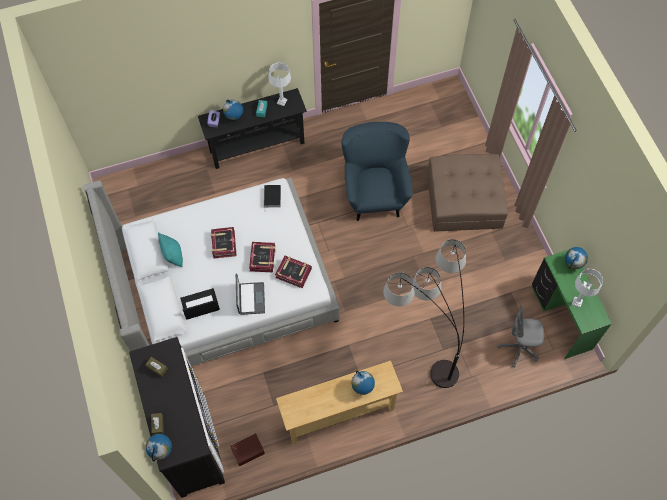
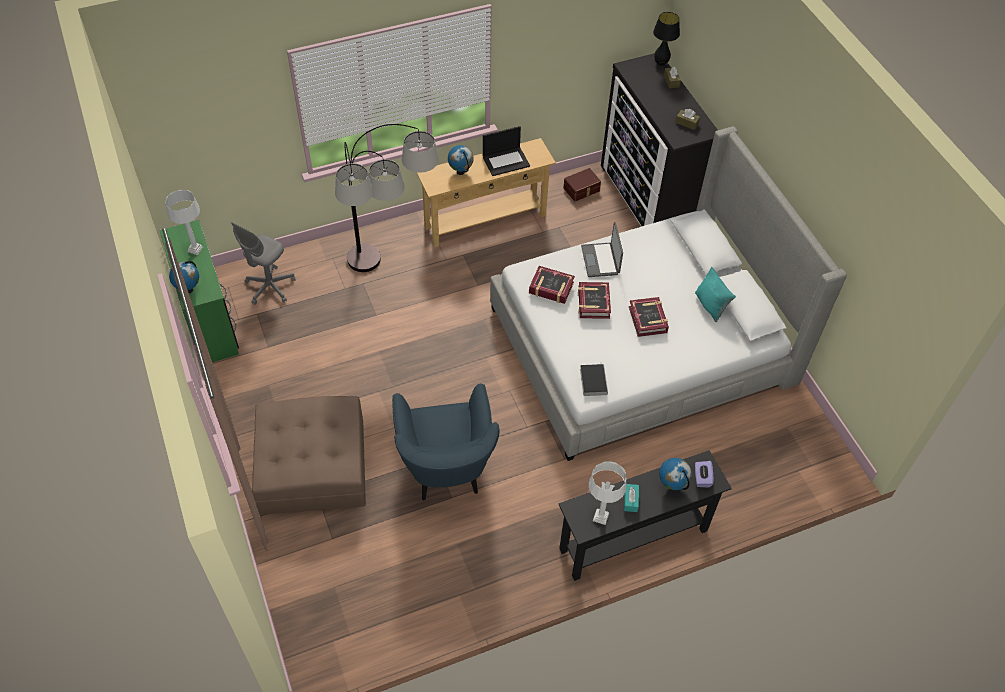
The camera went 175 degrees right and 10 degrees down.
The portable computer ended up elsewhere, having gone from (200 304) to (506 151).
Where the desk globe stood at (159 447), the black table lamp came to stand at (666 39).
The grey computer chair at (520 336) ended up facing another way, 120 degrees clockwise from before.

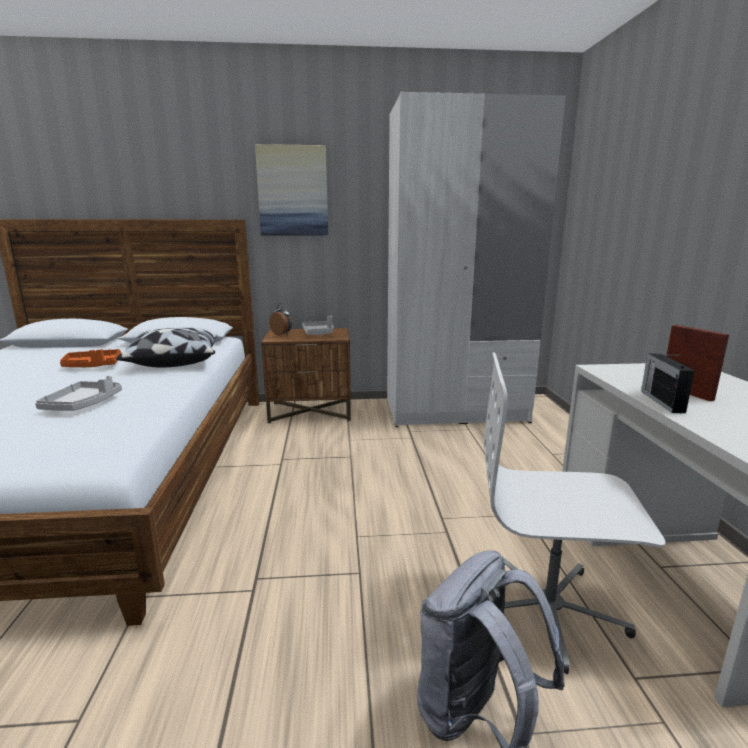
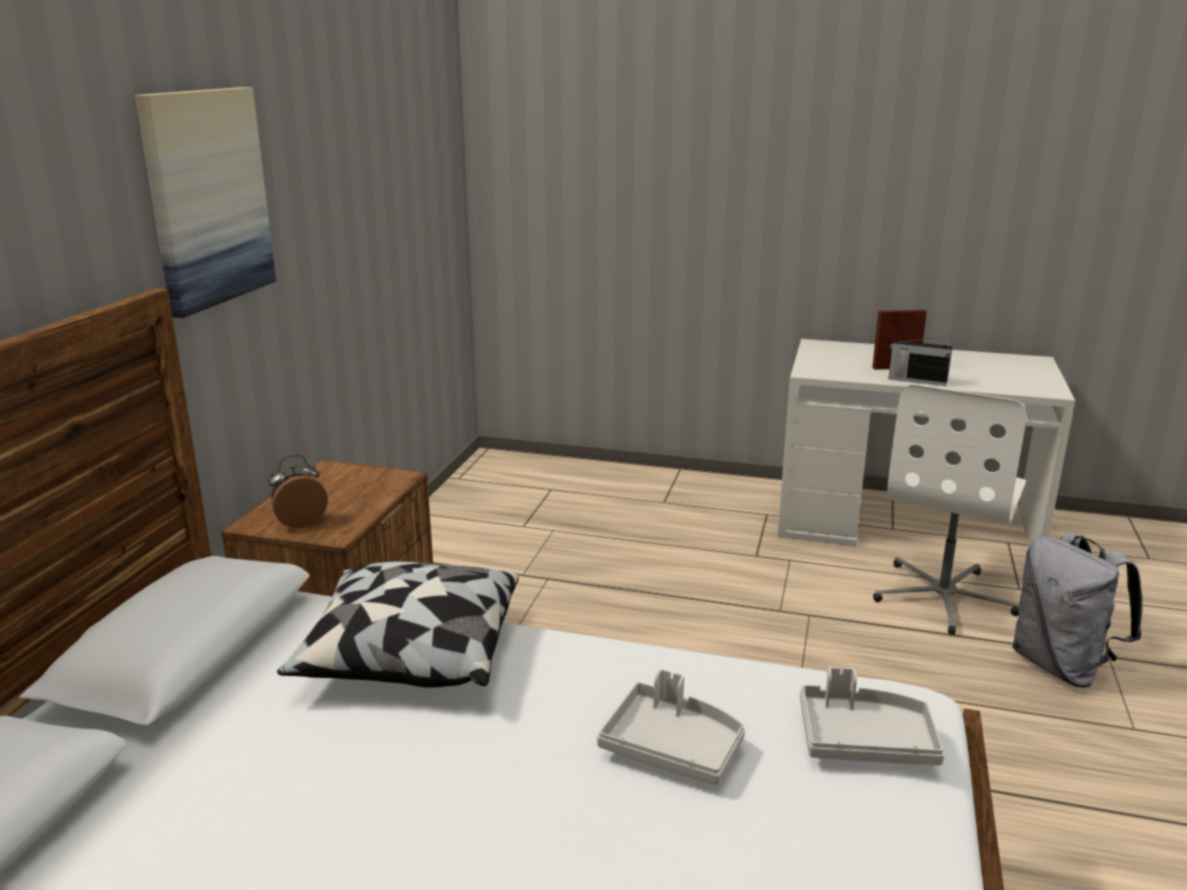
The camera went 70 degrees left and 5 degrees up.
The second view lost the orange-coloured tray at (90 358).
The second view lost the white-coloured clothes cupboard at (476 259).
The grey tray ended up elsewhere, having gone from (318 325) to (872 716).

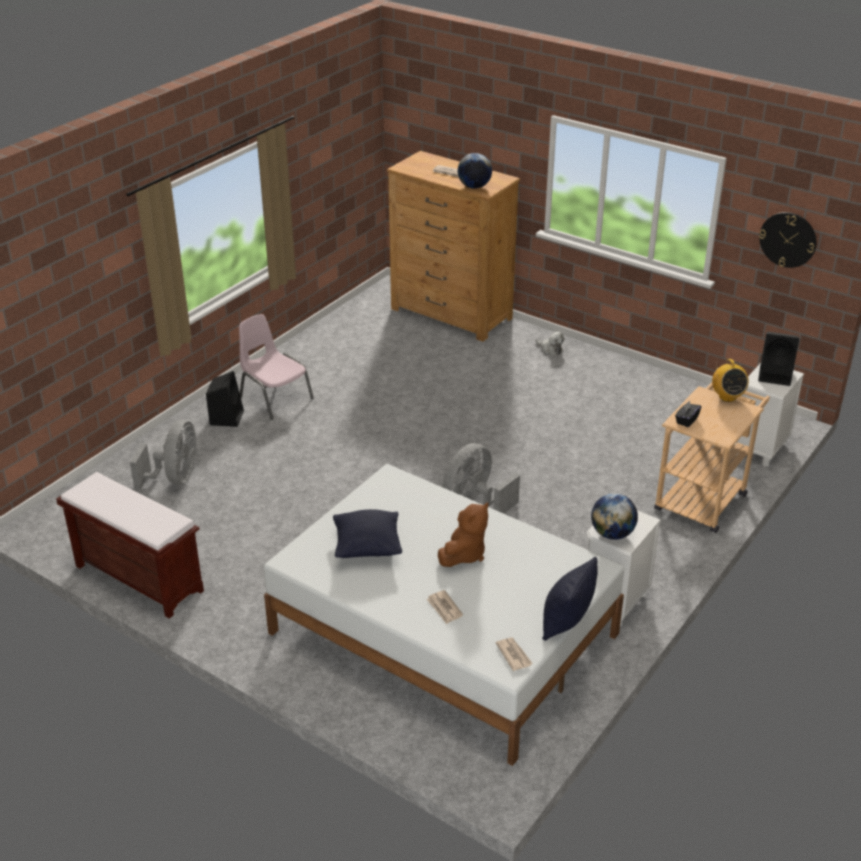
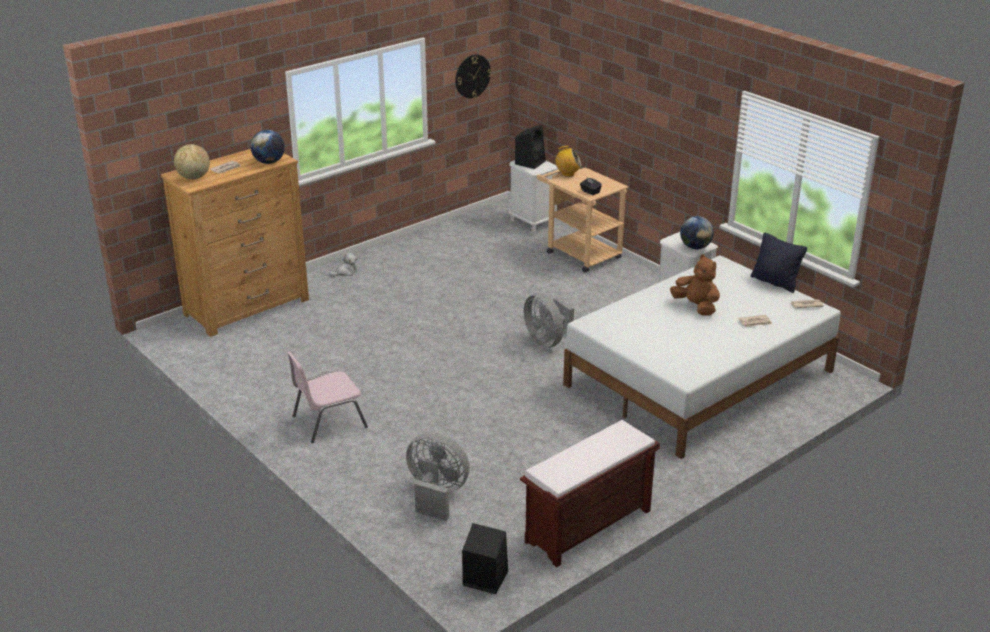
The camera went 75 degrees left and 5 degrees down.
The second view lost the black throw pillow at (367 533).
The second view gained the desk globe at (192 161).
The black loudspeaker ended up elsewhere, having gone from (225 399) to (485 558).

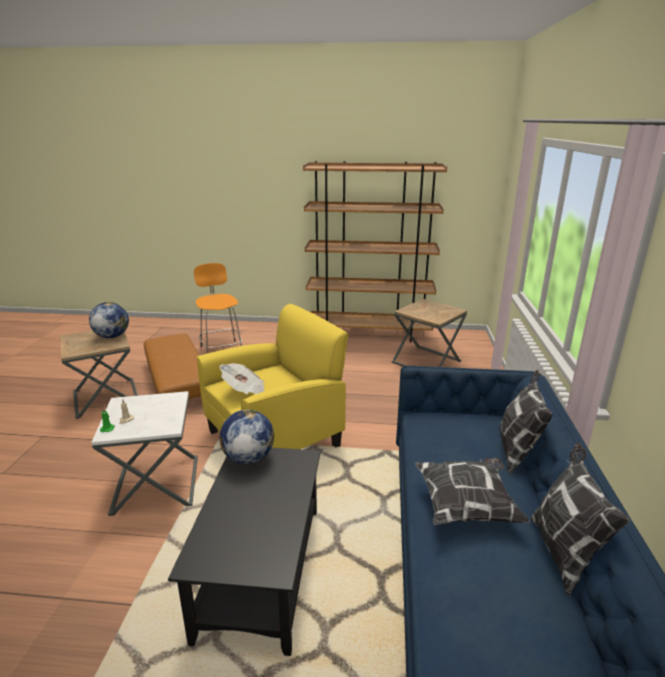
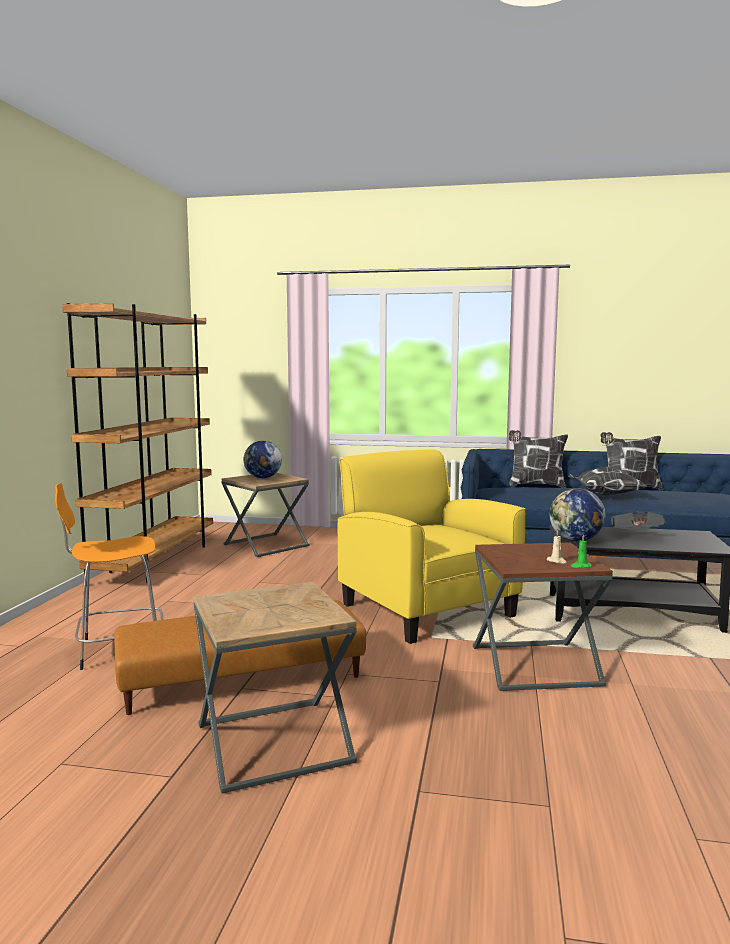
The camera went 85 degrees left and 15 degrees down.
The desk globe ended up elsewhere, having gone from (109 320) to (262 459).
The printed paper ended up elsewhere, having gone from (242 378) to (638 520).
What was the white-coloured accent table at (144 453) turned into the brown accent table at (543 617).

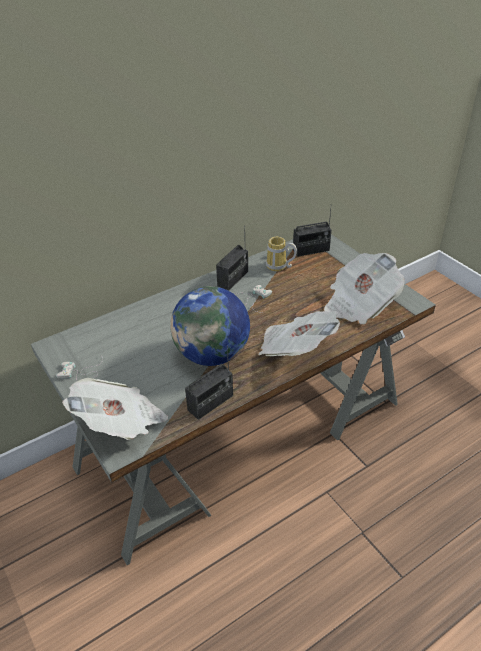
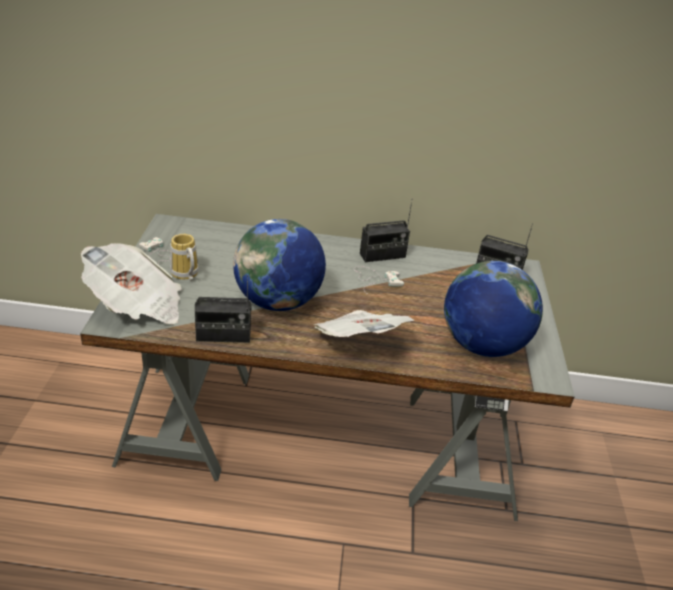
The camera went 35 degrees right and 5 degrees down.
The tea mug ended up elsewhere, having gone from (281 254) to (184 257).
Where the printed paper stood at (364 289), the desk globe came to stand at (493 309).

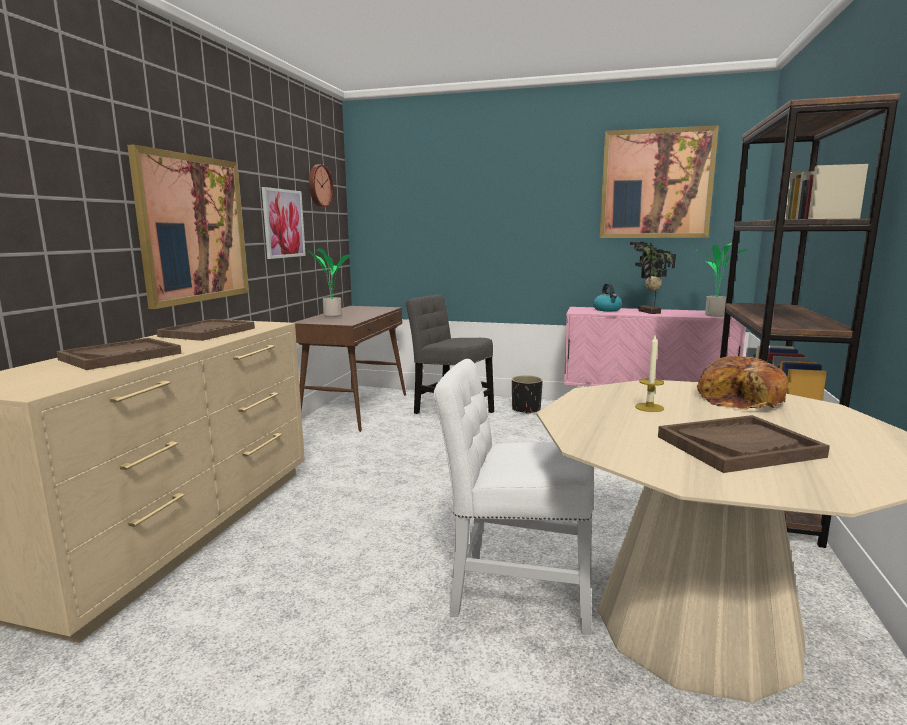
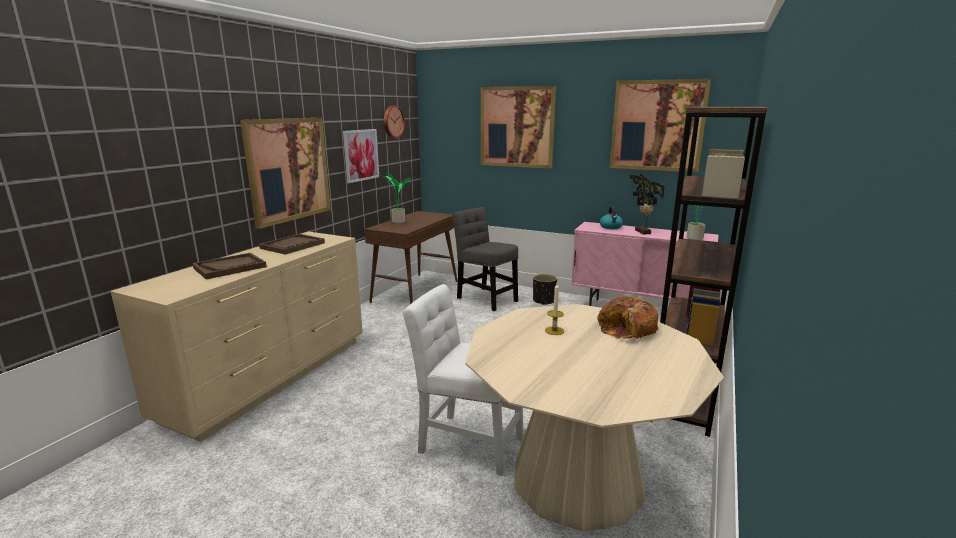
The camera went 10 degrees right and 5 degrees up.
The second view lost the brown tray at (744 444).
The second view gained the picture at (518 127).

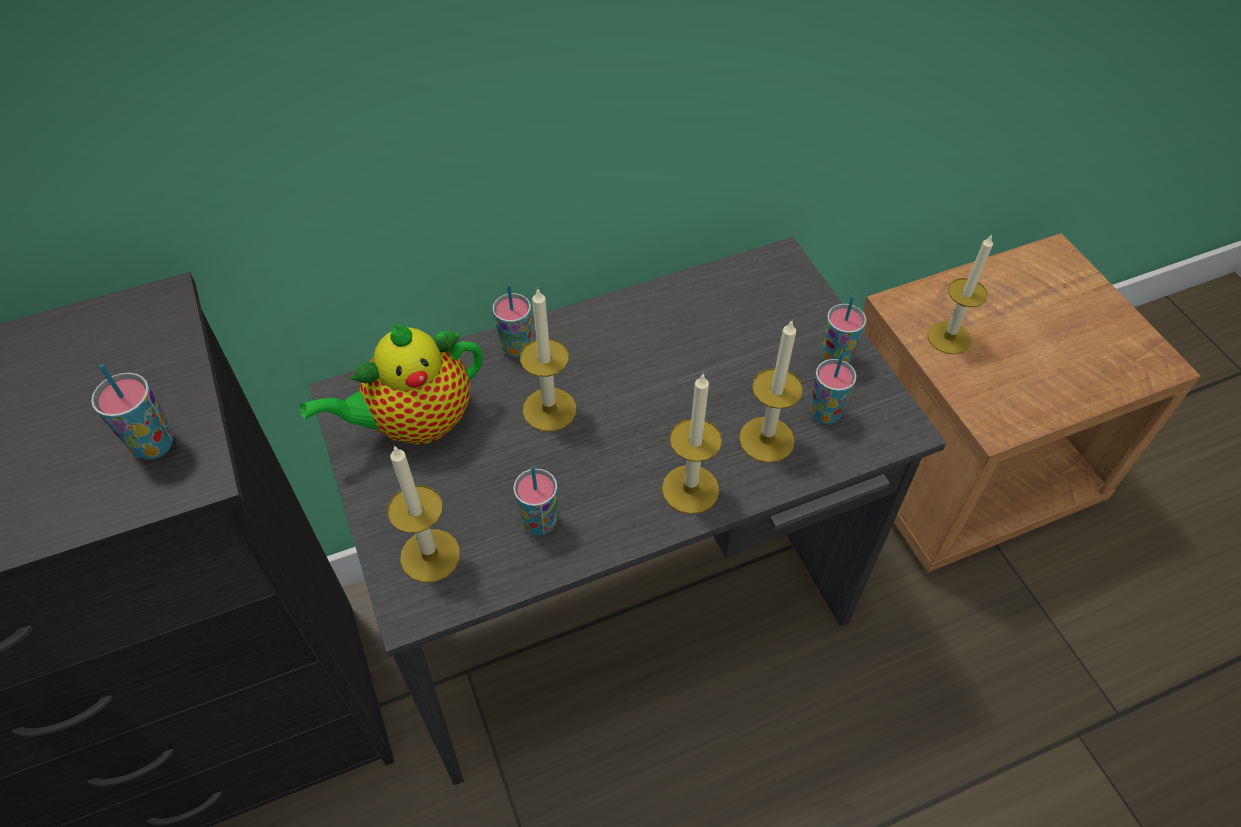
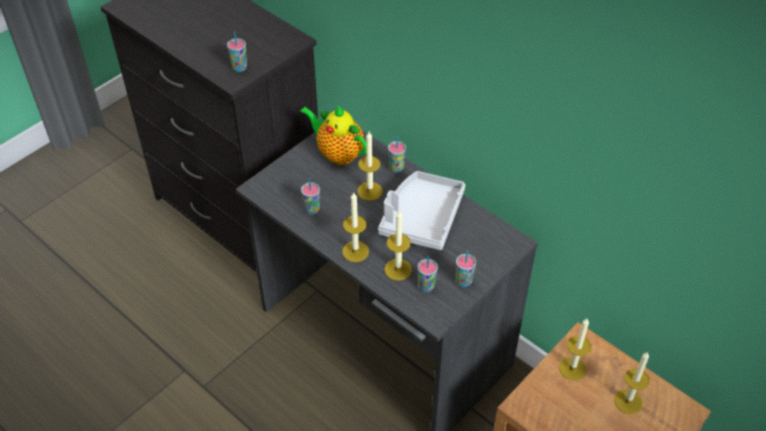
The camera went 65 degrees right and 5 degrees down.
The second view gained the grey tray at (421 210).
The wax light ended up elsewhere, having gone from (423 514) to (631 382).

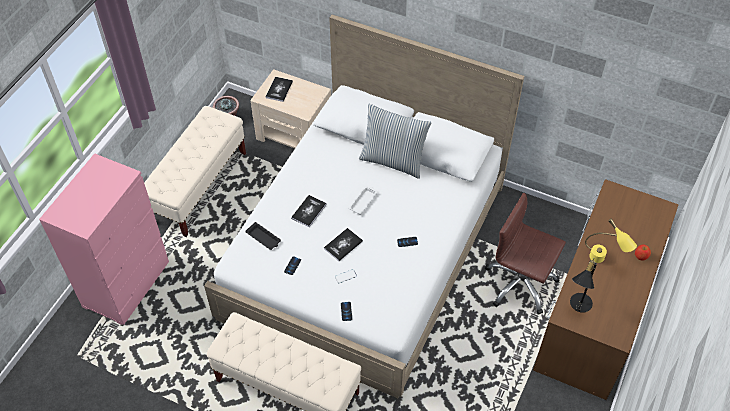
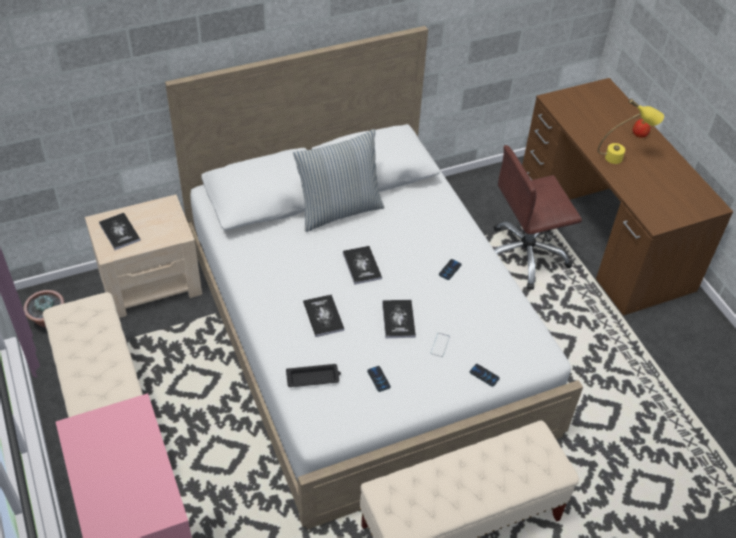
The camera went 50 degrees left and 5 degrees down.
The second view lost the black table lamp at (583 286).
Where the white-coloured tray stood at (363 200), the volume came to stand at (362 265).

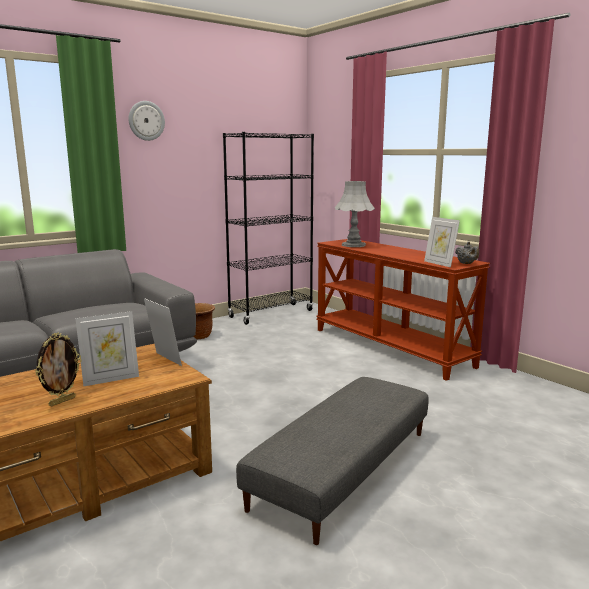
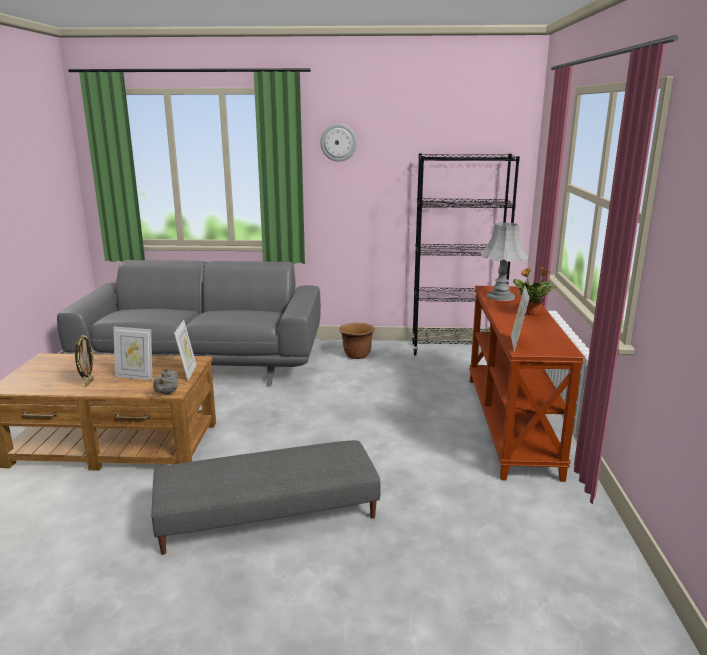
The camera went 40 degrees right and 5 degrees up.
The second view gained the plant in a pot at (534 291).
The grey teapot ended up elsewhere, having gone from (467 253) to (165 381).
The picture frame at (58 370) ended up facing another way, 75 degrees counterclockwise from before.

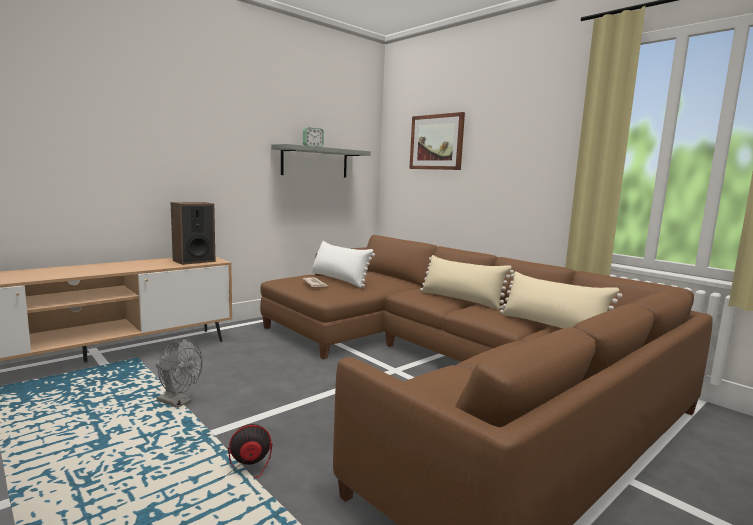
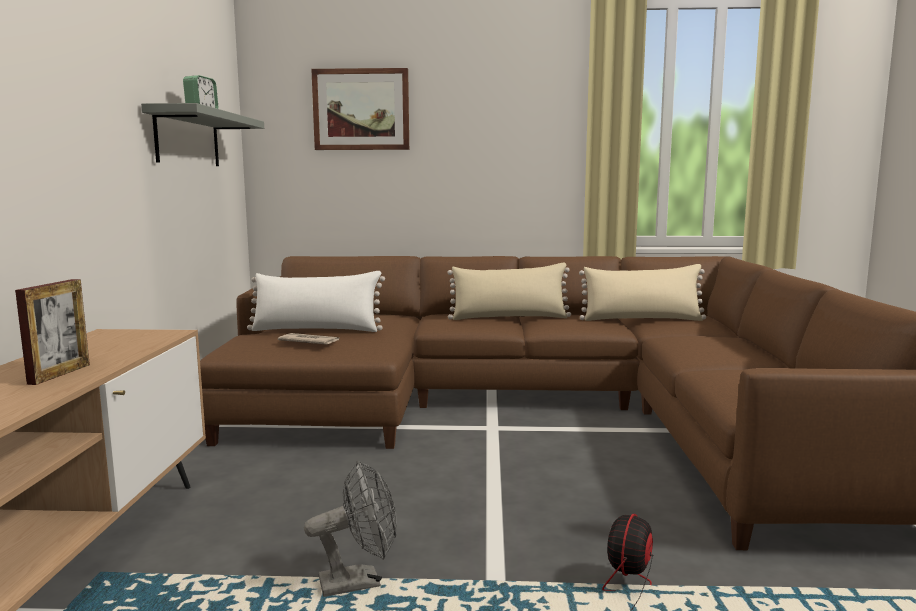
The camera went 45 degrees left and 0 degrees up.
The second view lost the loudspeaker at (193 233).
The second view gained the picture frame at (52 332).

